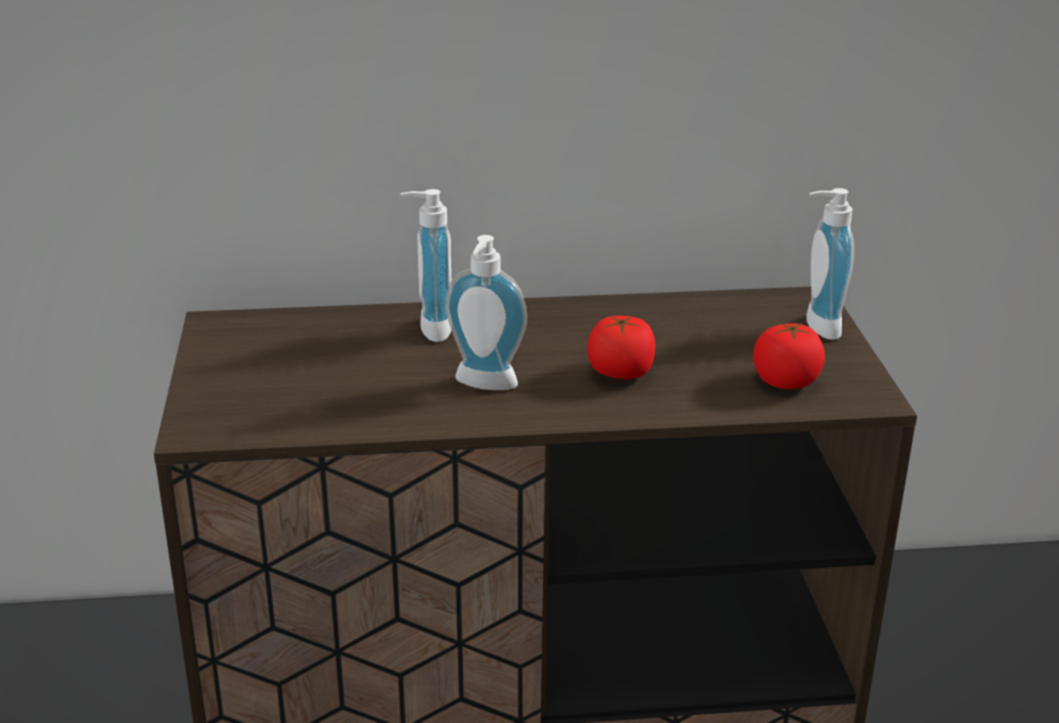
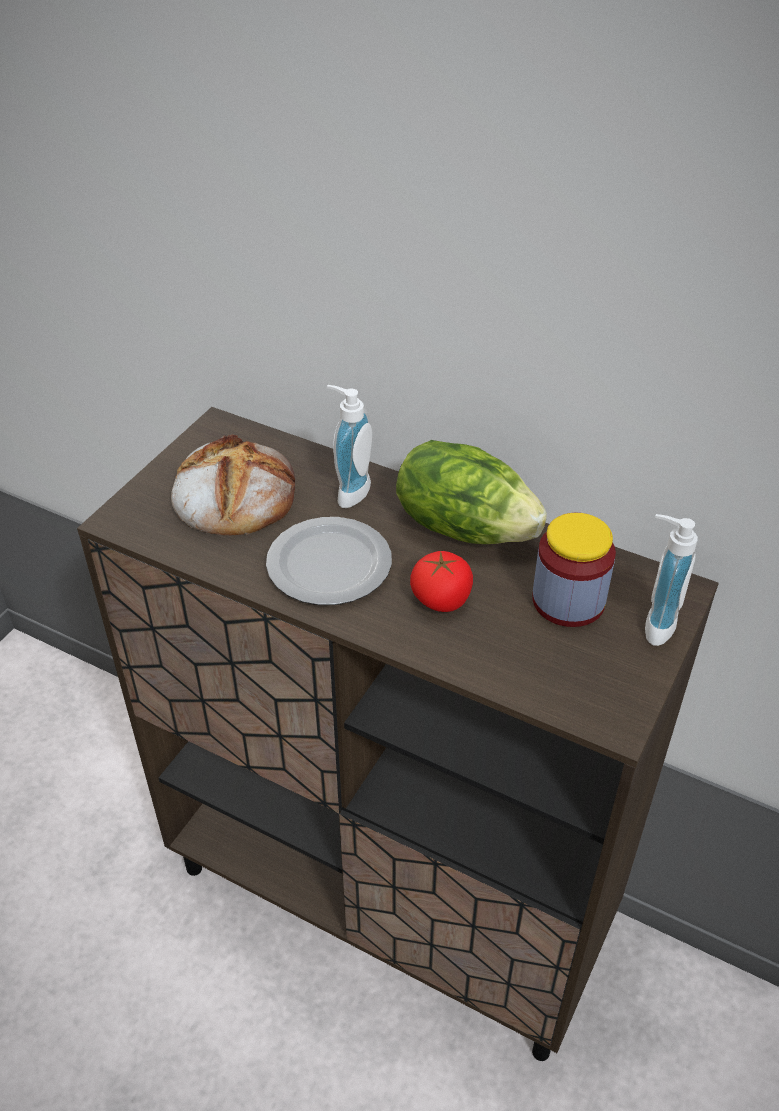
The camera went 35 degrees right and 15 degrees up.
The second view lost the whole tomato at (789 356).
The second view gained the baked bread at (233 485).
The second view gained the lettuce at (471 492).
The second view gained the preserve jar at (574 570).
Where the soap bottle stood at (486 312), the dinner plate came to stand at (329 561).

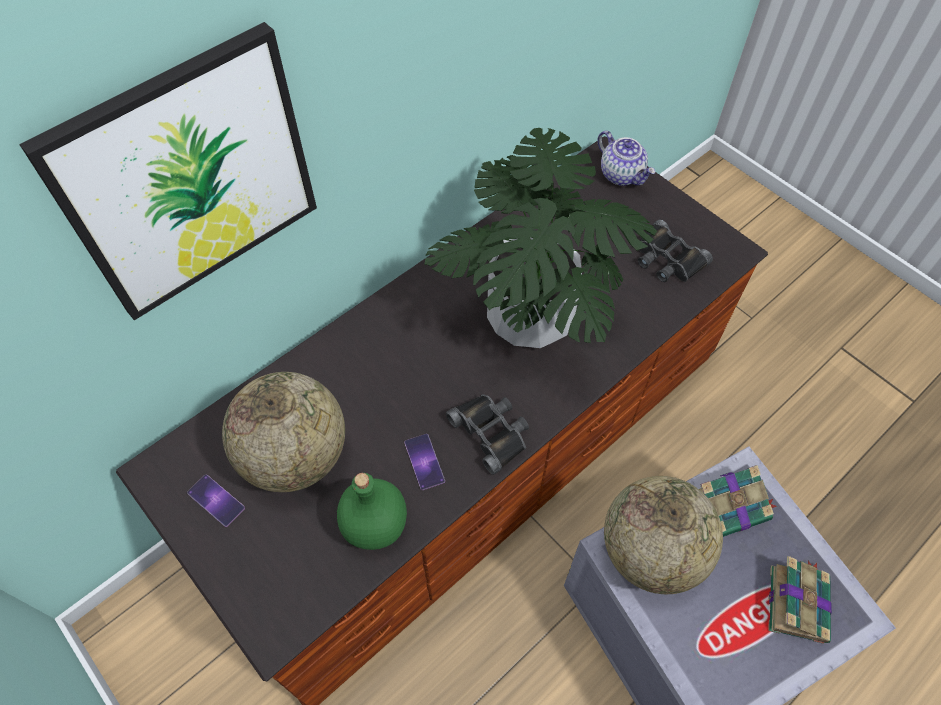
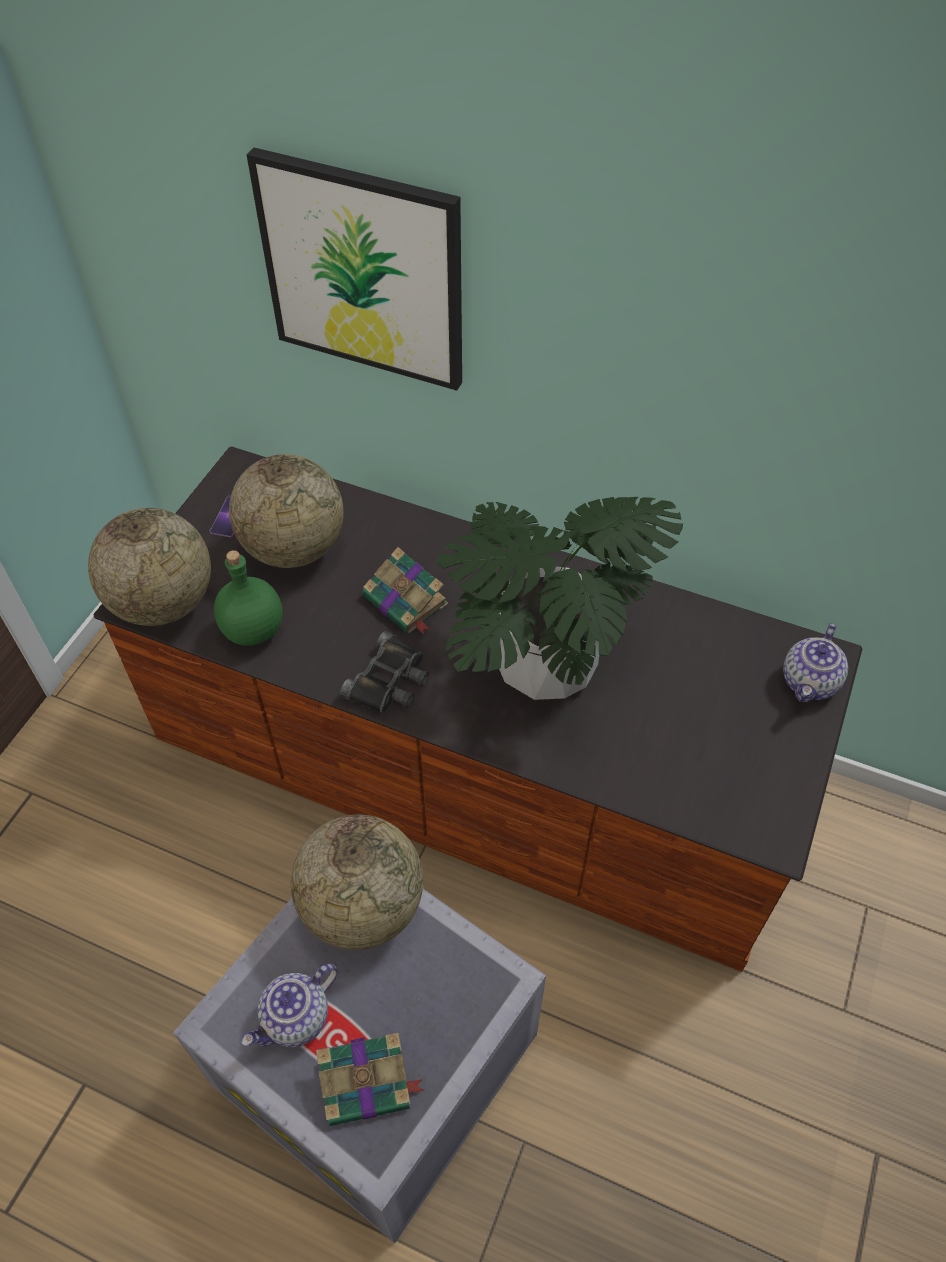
The camera went 65 degrees right and 5 degrees down.
The second view lost the phone at (424 462).
The second view lost the black binoculars at (675 251).
The second view gained the desk globe at (149 567).
The second view gained the teapot at (289 1005).
The volume ended up elsewhere, having gone from (738 501) to (405 590).

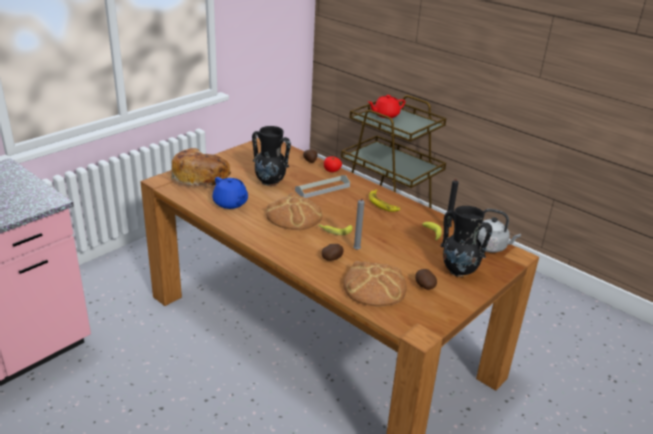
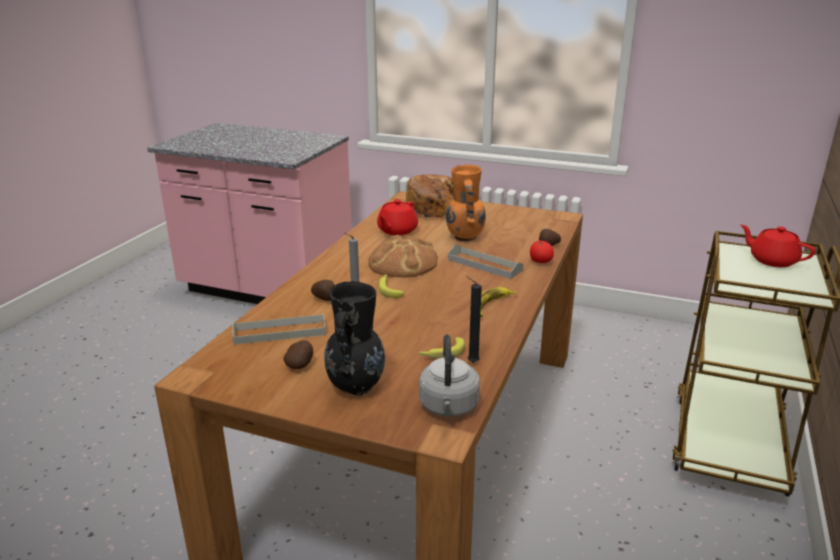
The camera went 70 degrees right and 5 degrees down.
Where the baked bread stood at (375 283), the grey tray came to stand at (279 329).
What was the blue-coloured teapot at (230 193) turned into the red-coloured teapot at (397 217).
What was the black vase at (271 156) turned into the orange-coloured vase at (466 203).

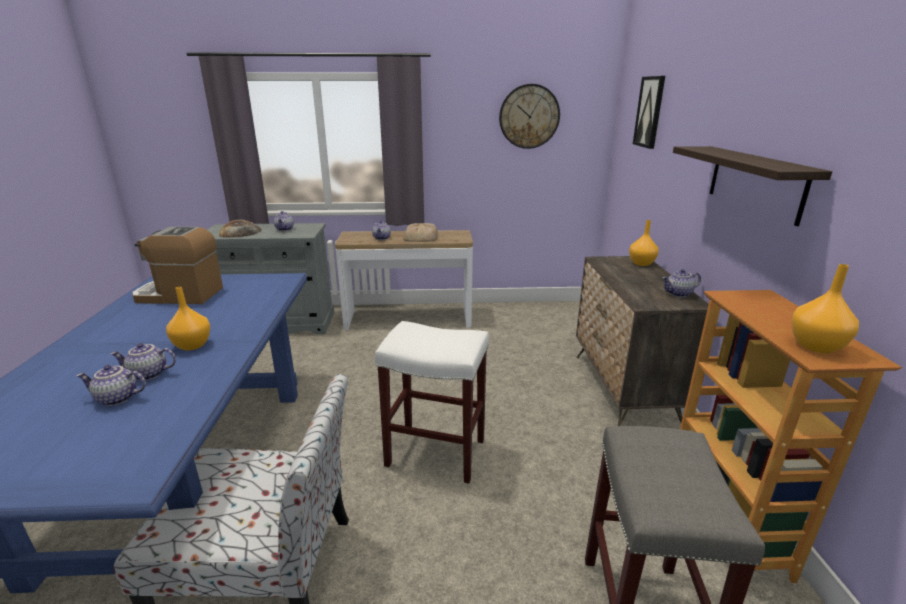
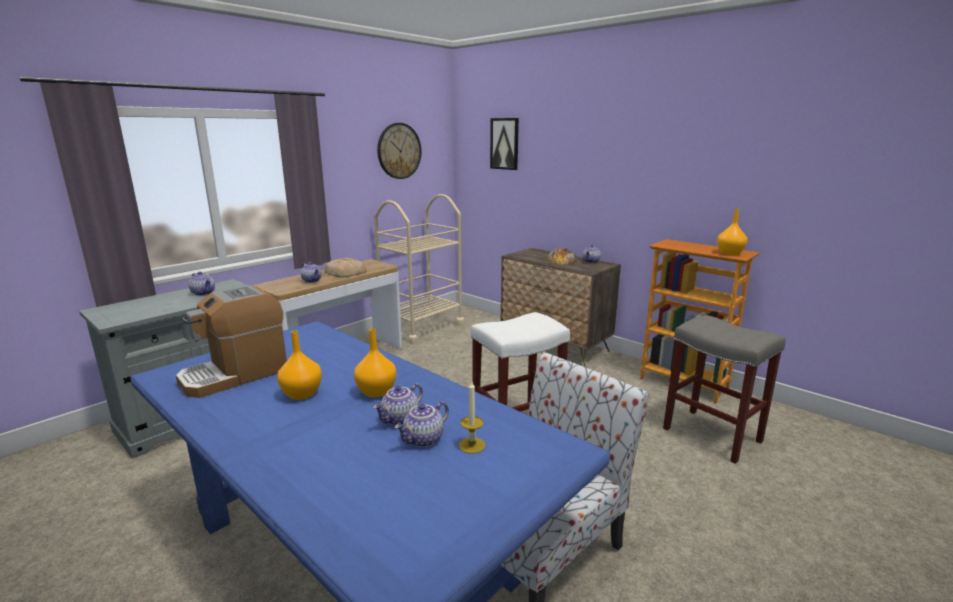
The camera went 45 degrees left and 5 degrees down.
The second view lost the shelf at (752 186).
The second view gained the beige-coloured trolley at (419 269).
The second view gained the wax light at (472 417).
The baked bread ended up elsewhere, having gone from (240 228) to (562 256).
The orange-coloured vase ended up elsewhere, having gone from (644 243) to (299 365).

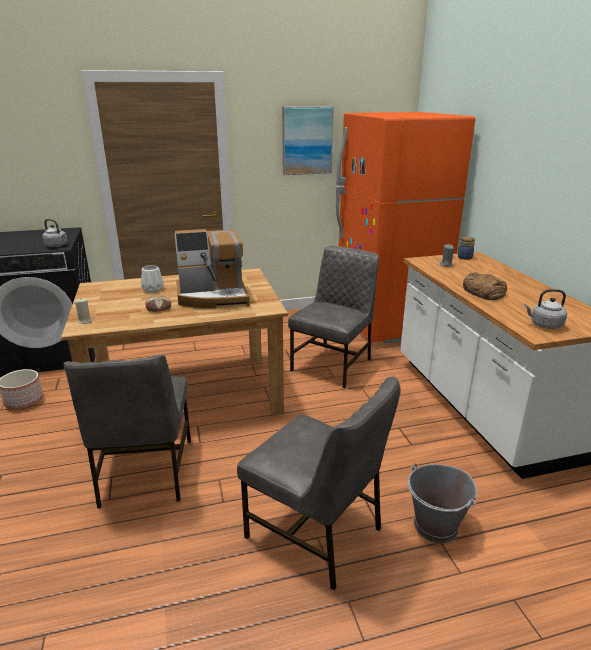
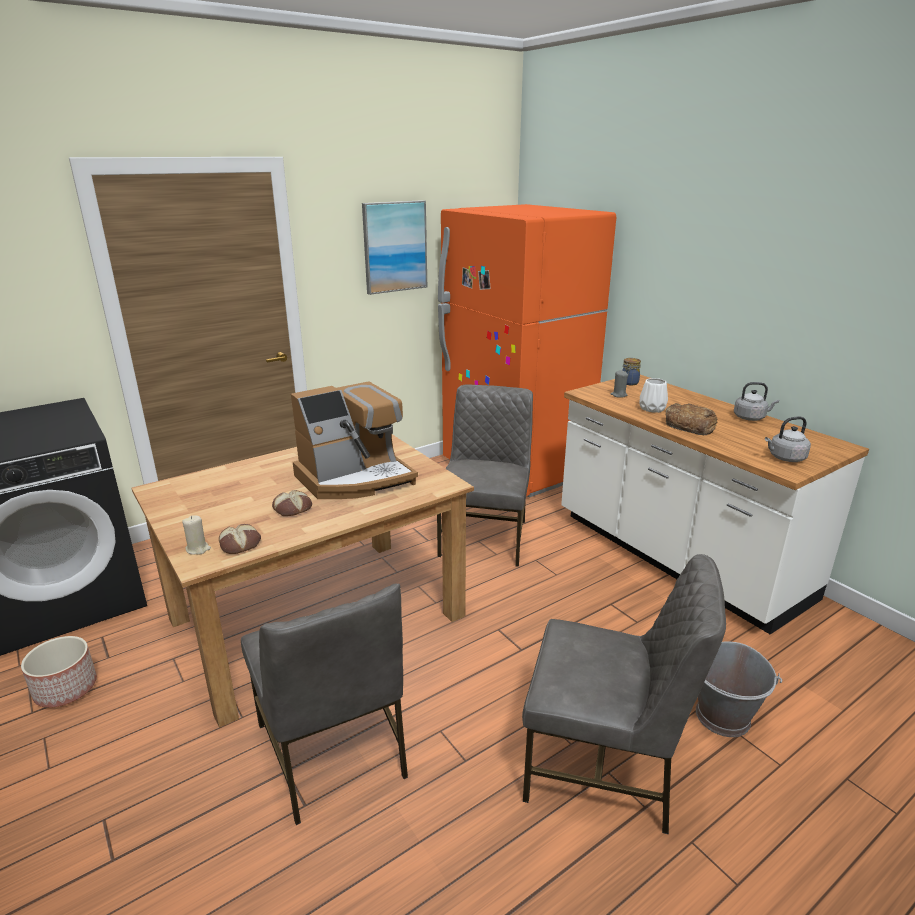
The camera went 20 degrees left and 0 degrees up.
The second view gained the baked bread at (240 539).
The grey water kettle ended up elsewhere, having gone from (54 233) to (756 401).
The white-coloured vase ended up elsewhere, having gone from (152 279) to (653 395).

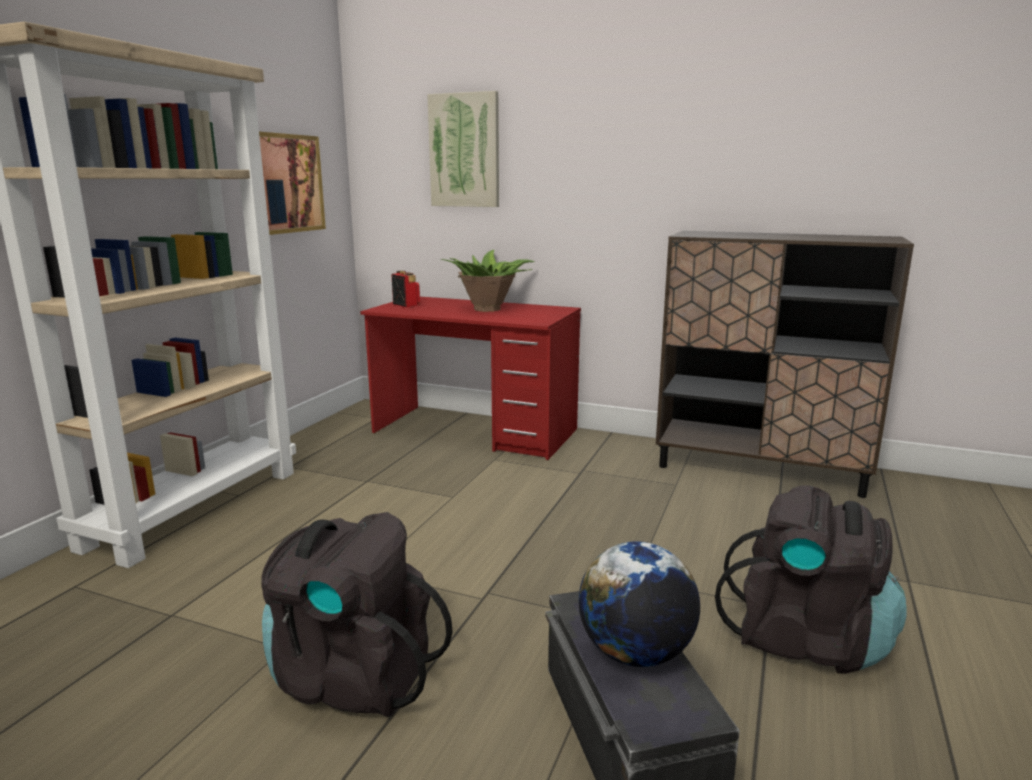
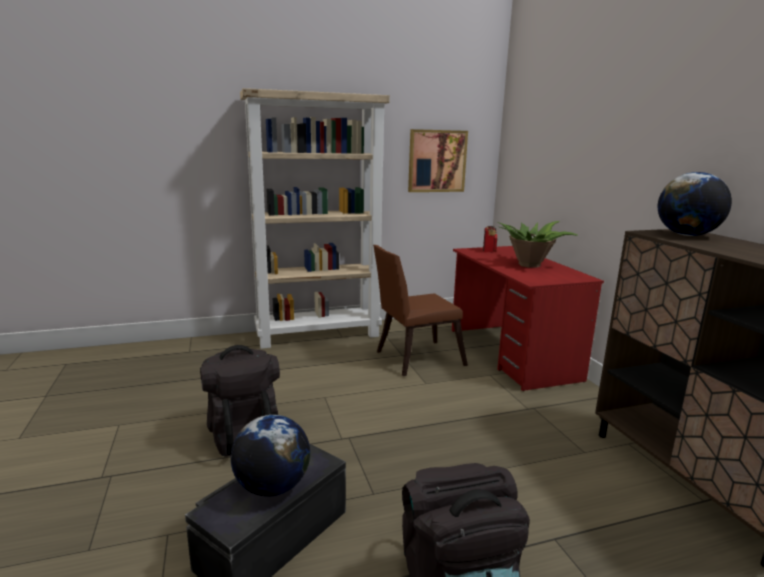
The camera went 50 degrees right and 0 degrees up.
The second view lost the picture at (463 149).
The second view gained the brown plain chair at (420 310).
The second view gained the desk globe at (695 204).

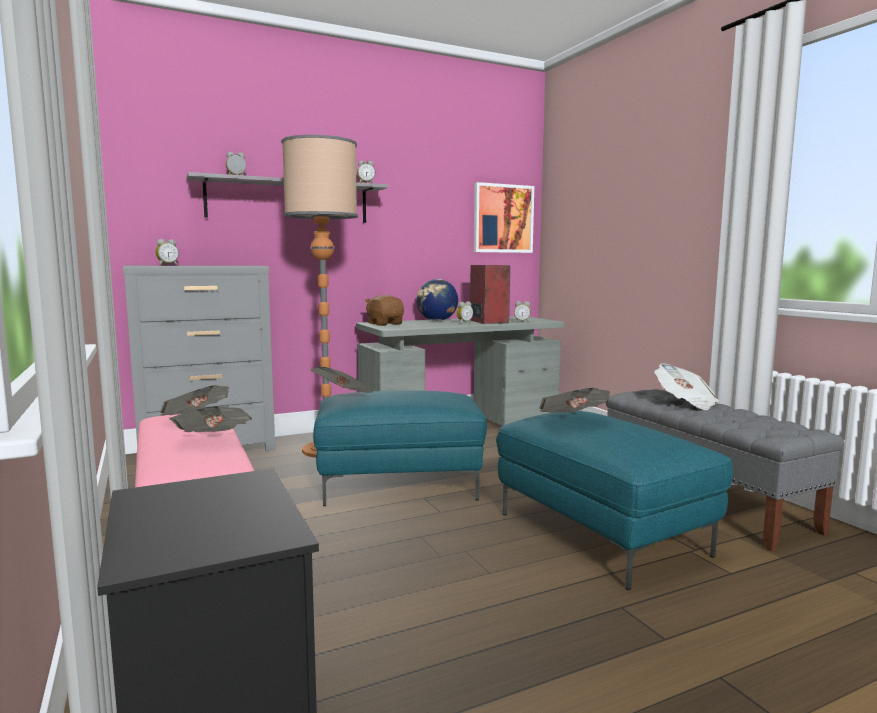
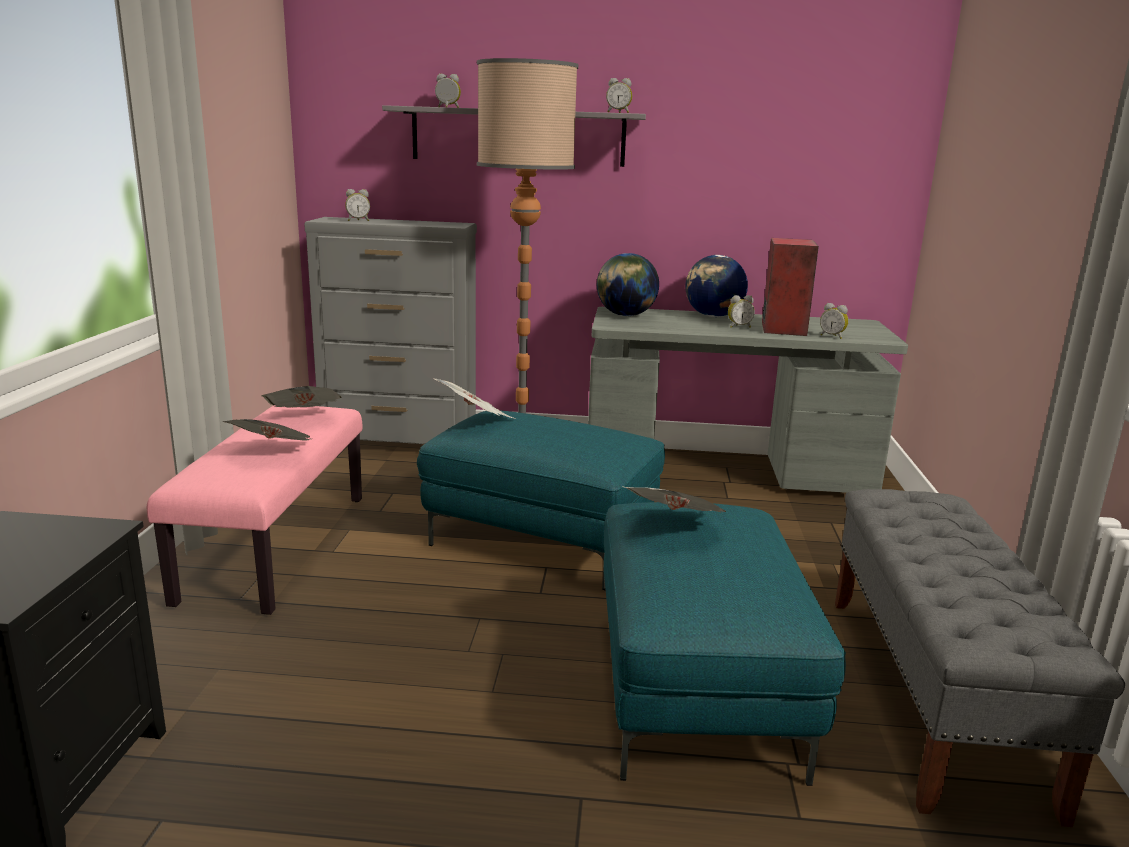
The camera went 30 degrees right and 10 degrees up.
The second view lost the picture at (504 217).
The second view lost the printed paper at (687 386).
Where the brown soft toy stood at (384 310), the desk globe came to stand at (628 284).

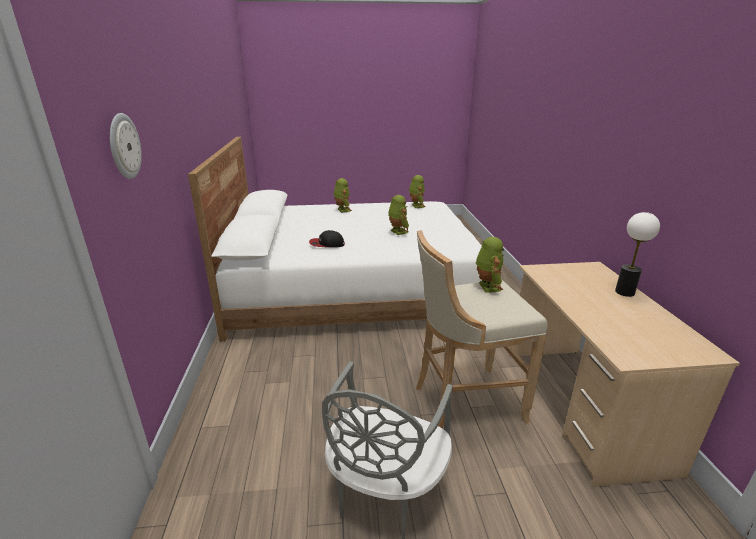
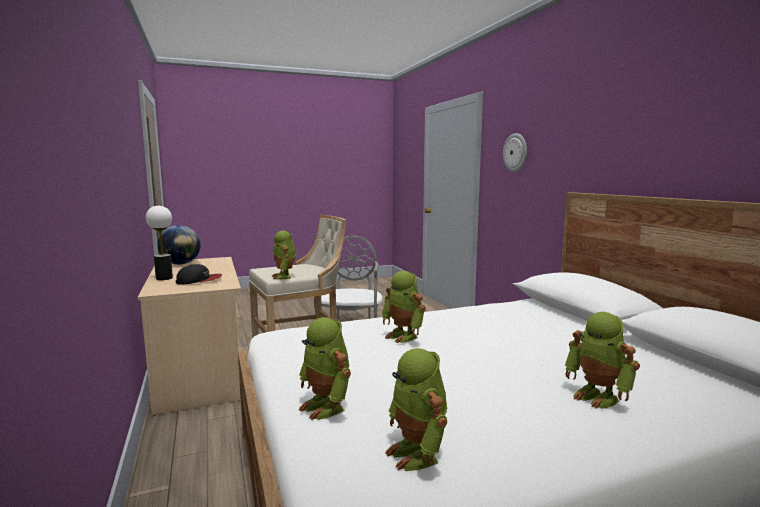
The camera went 165 degrees right and 15 degrees down.
The second view gained the desk globe at (179 245).
The second view gained the model robot at (325 368).
The baseball cap ended up elsewhere, having gone from (327 239) to (199 274).

